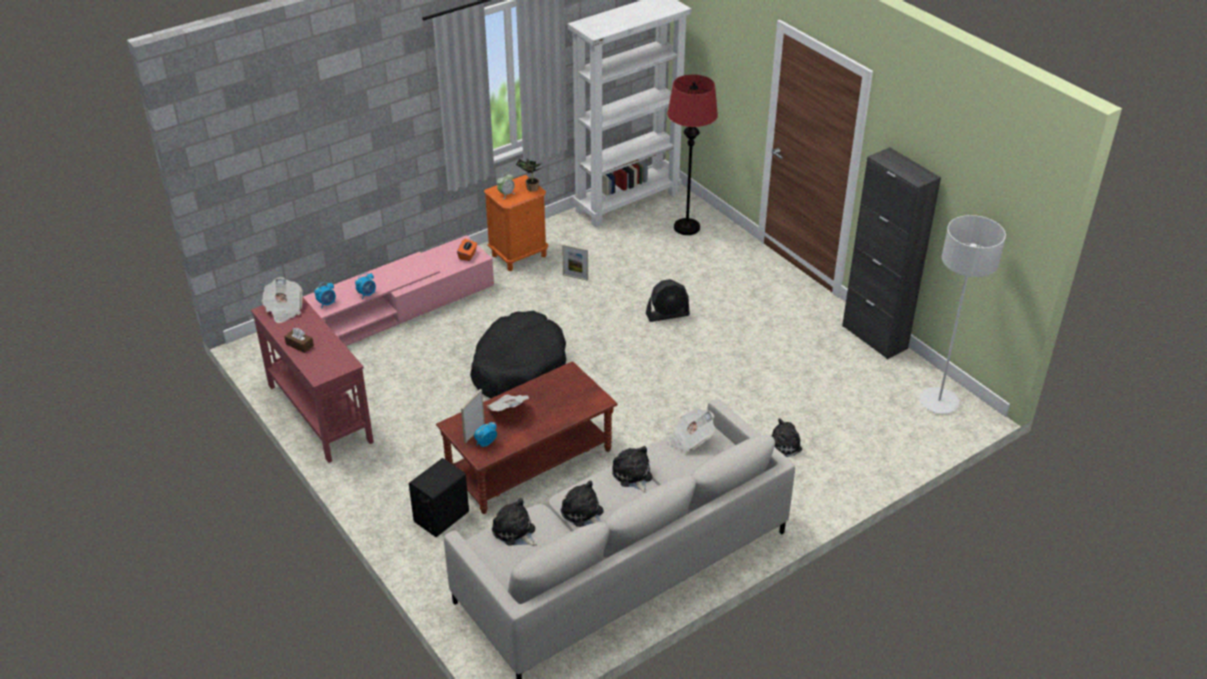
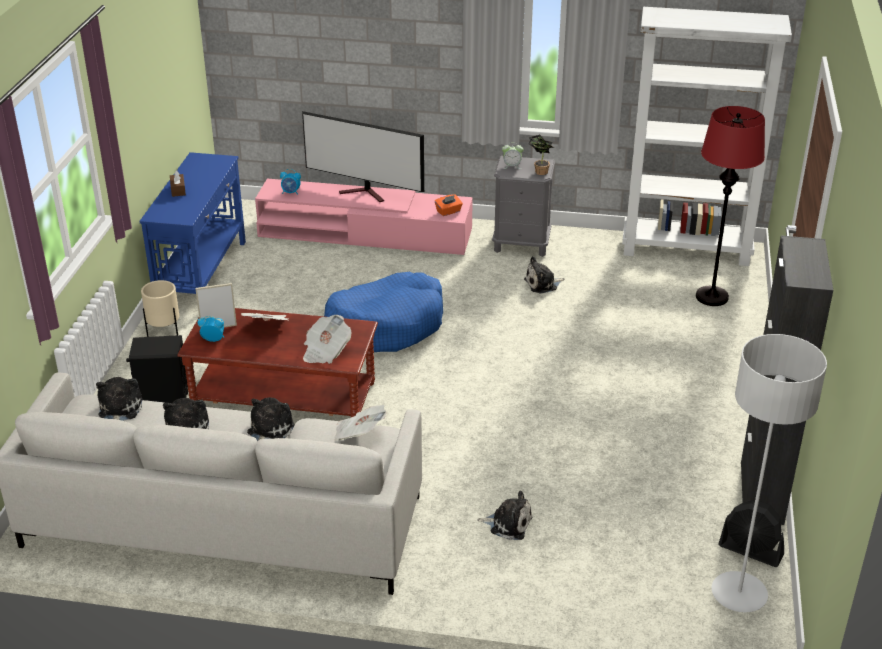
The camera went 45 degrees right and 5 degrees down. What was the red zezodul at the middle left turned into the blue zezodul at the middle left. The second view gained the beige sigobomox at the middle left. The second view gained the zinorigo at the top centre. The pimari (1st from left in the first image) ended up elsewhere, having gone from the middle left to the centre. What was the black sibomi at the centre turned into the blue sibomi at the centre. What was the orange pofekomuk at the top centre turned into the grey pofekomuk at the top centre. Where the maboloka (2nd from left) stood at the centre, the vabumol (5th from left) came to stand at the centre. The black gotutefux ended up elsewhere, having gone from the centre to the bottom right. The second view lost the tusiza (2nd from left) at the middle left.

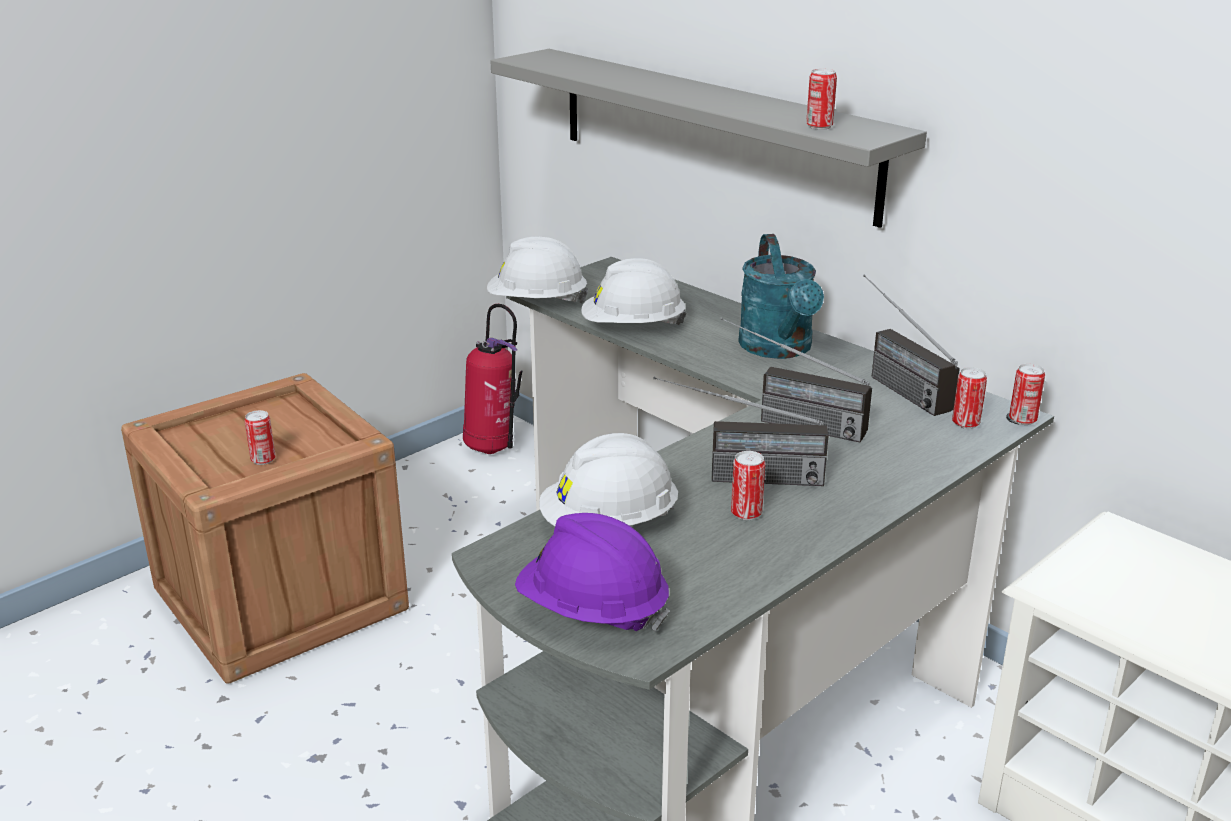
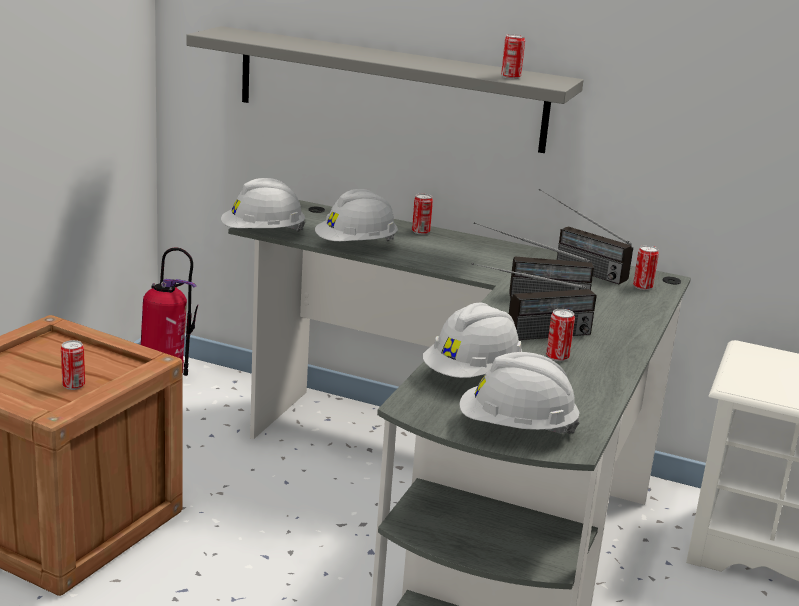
The camera went 25 degrees left and 5 degrees down. The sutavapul (5th from left in the first image) ended up elsewhere, having gone from the middle right to the centre. What was the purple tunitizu at the bottom centre turned into the white tunitizu (4th from left) at the centre. The second view lost the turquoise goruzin at the centre.

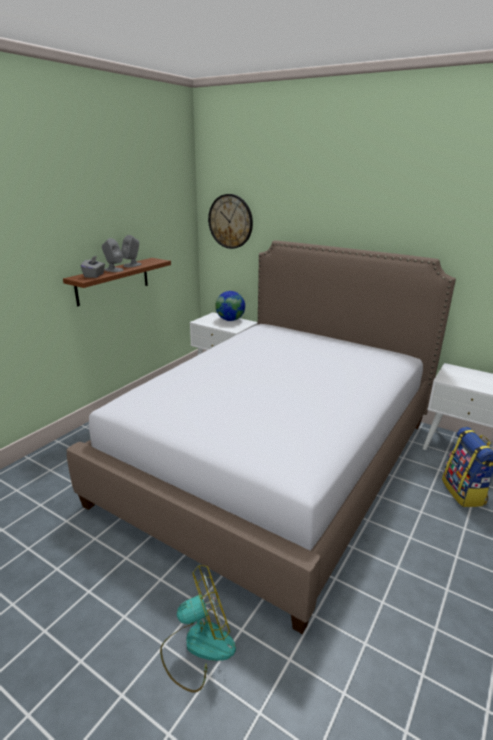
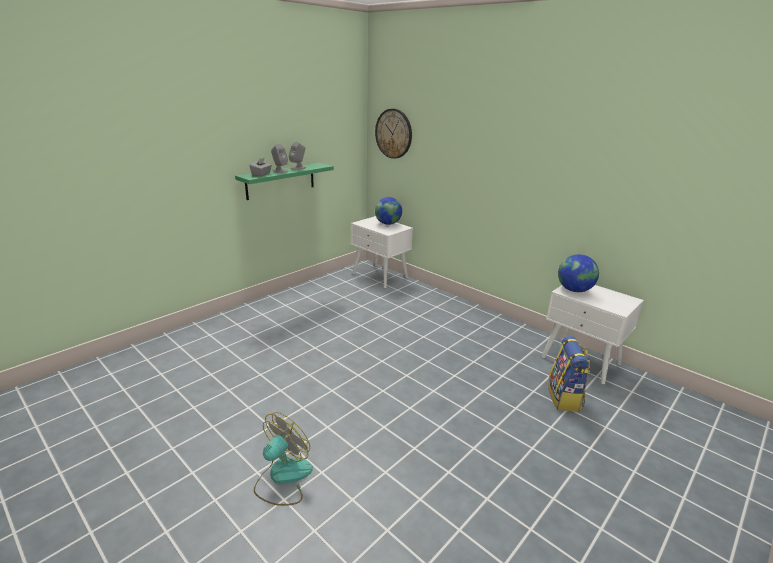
The camera went 10 degrees right and 0 degrees up. What was the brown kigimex at the middle left turned into the green kigimex at the top centre. The gotutefux at the bottom centre ended up facing another way, 45 degrees counterclockwise from before. The second view gained the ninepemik (2nd from left) at the middle right. The second view lost the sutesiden at the centre.

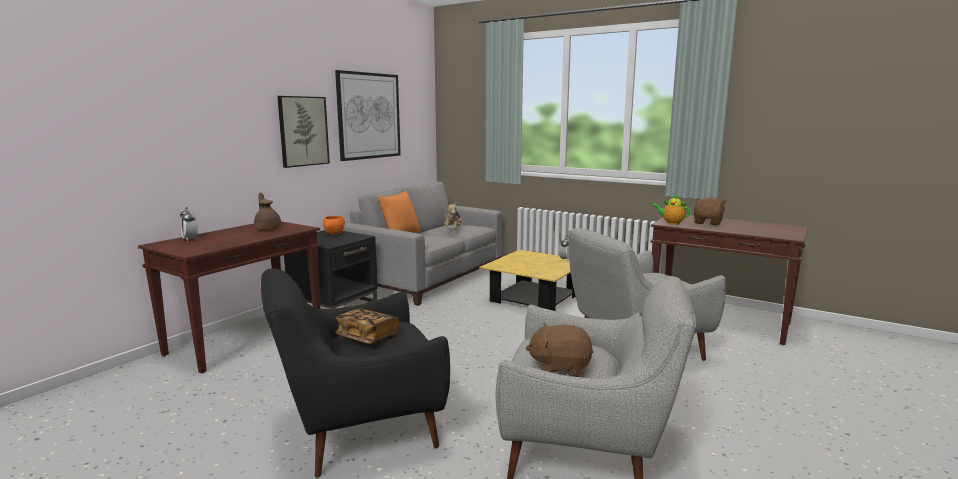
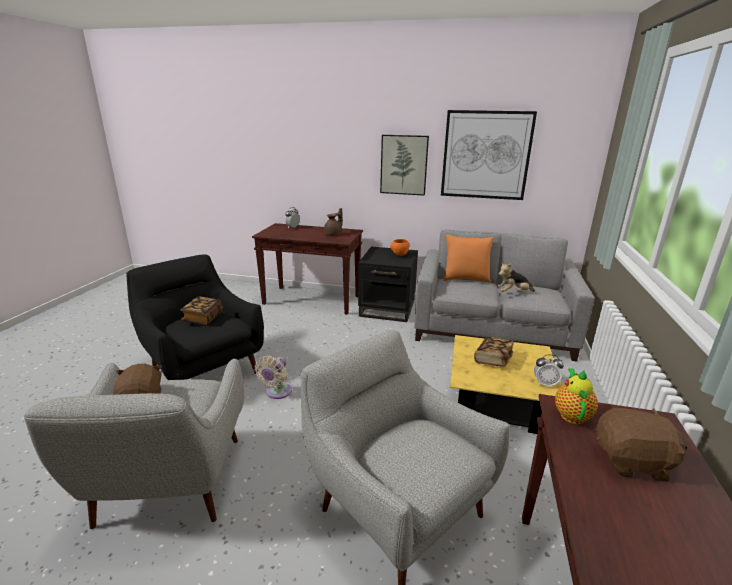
The camera went 70 degrees right and 10 degrees up. The second view gained the beige gotutefux at the centre. The second view gained the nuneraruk (2nd from left) at the middle right.

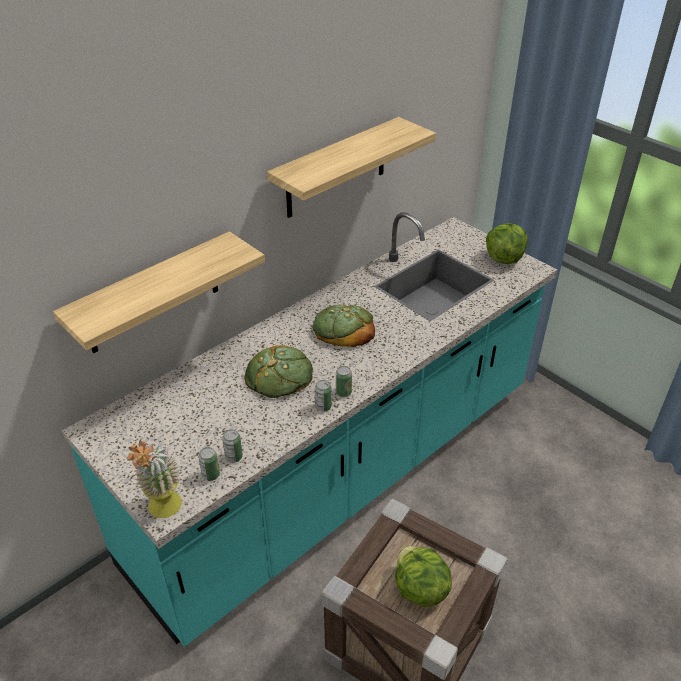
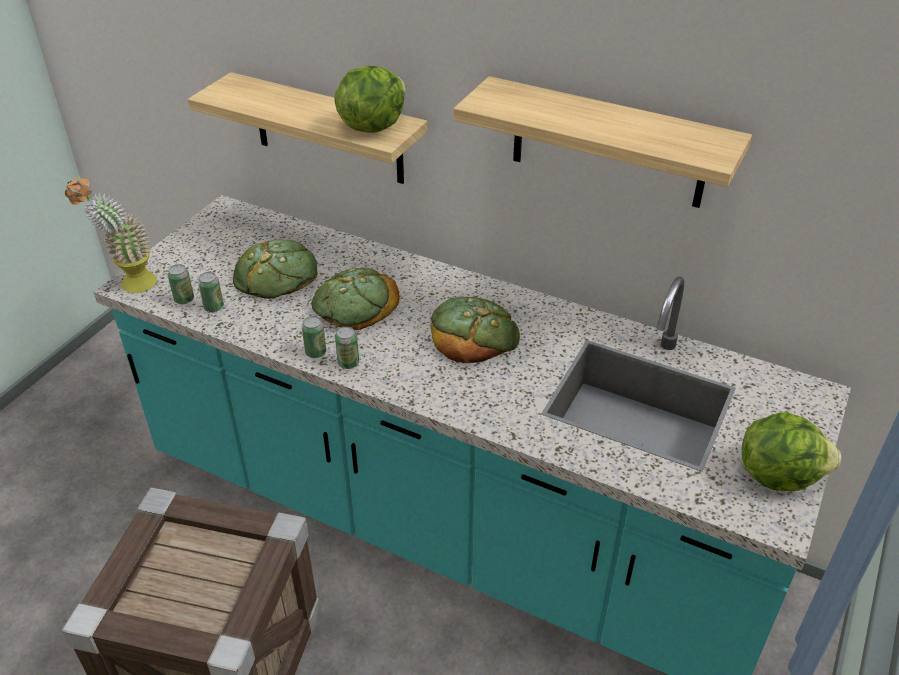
The camera went 70 degrees right and 0 degrees up. The second view gained the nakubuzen (1st from left) at the middle left. The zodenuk (1st from left) ended up elsewhere, having gone from the bottom centre to the top centre.

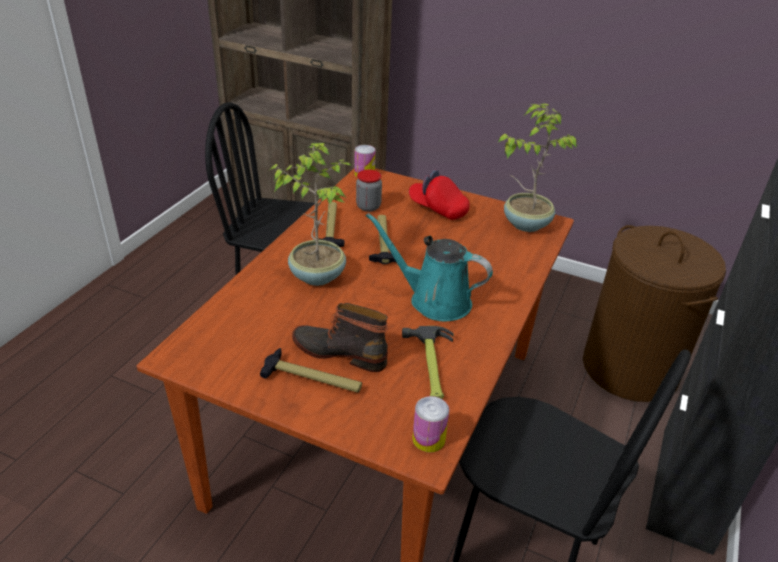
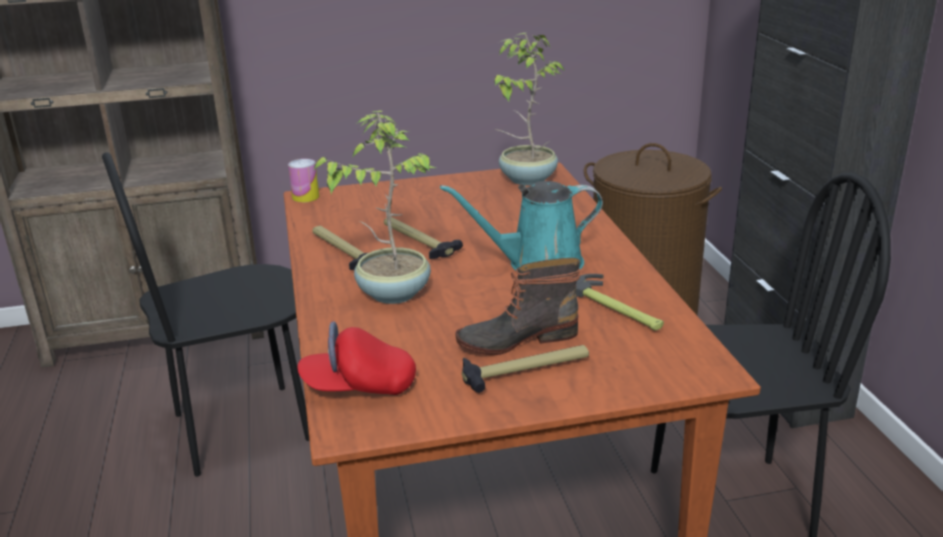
The camera went 35 degrees left and 10 degrees down. The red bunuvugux ended up elsewhere, having gone from the centre to the bottom centre. The second view lost the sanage at the centre. The second view lost the sutavapul (2nd from left) at the bottom centre.

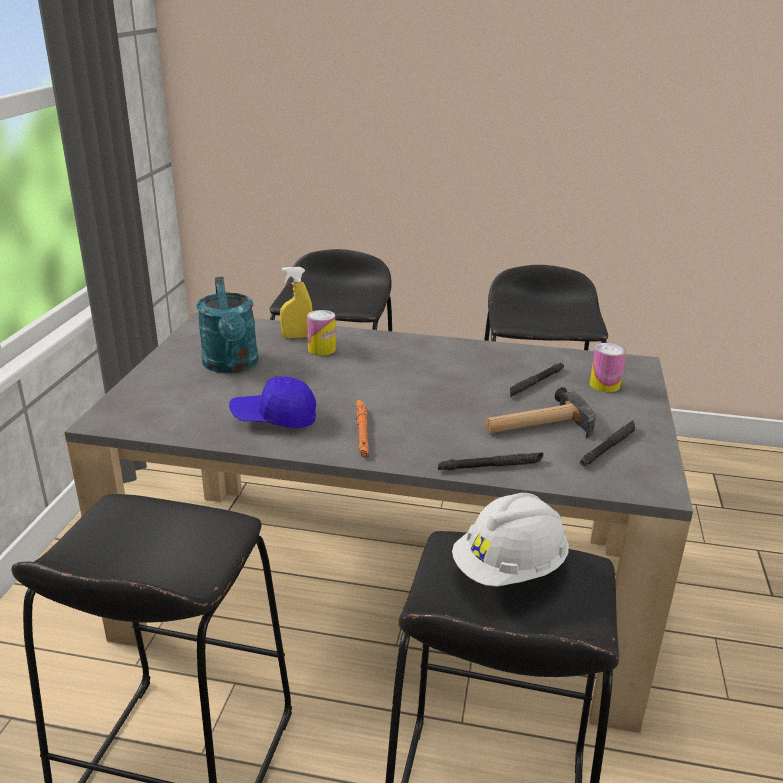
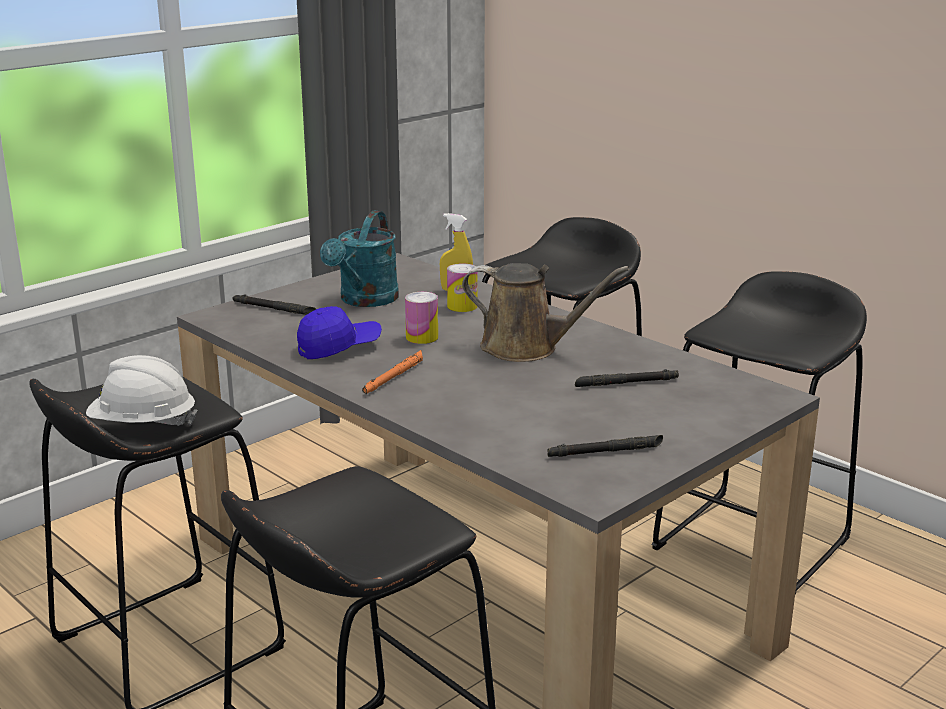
The camera went 35 degrees right and 5 degrees down. The white tunitizu ended up elsewhere, having gone from the bottom centre to the middle left. The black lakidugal (1st from left) ended up elsewhere, having gone from the centre to the middle left. The blue bunuvugux at the centre ended up facing another way, 120 degrees clockwise from before. The sutavapul (2nd from left in the first image) ended up elsewhere, having gone from the middle right to the centre. The second view gained the brown goruzin at the centre. The second view lost the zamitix at the middle right.

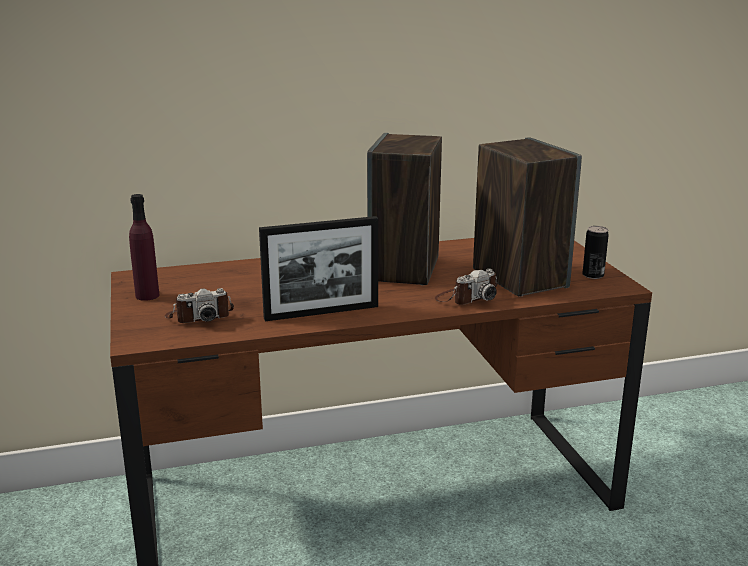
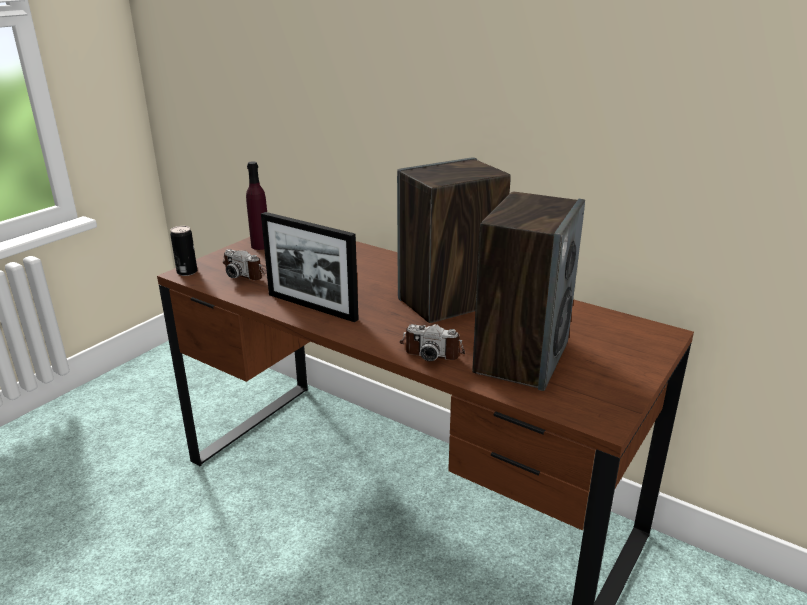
The camera went 50 degrees right and 5 degrees up. The sutavapul ended up elsewhere, having gone from the middle right to the middle left.

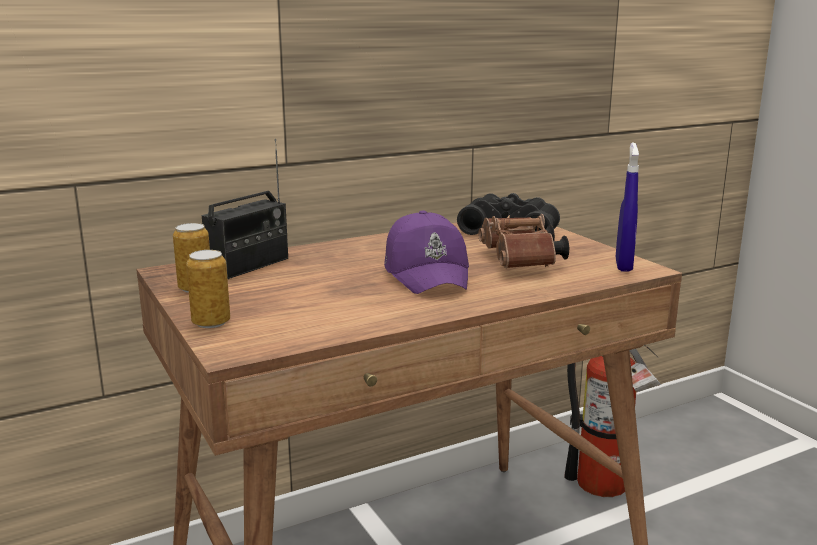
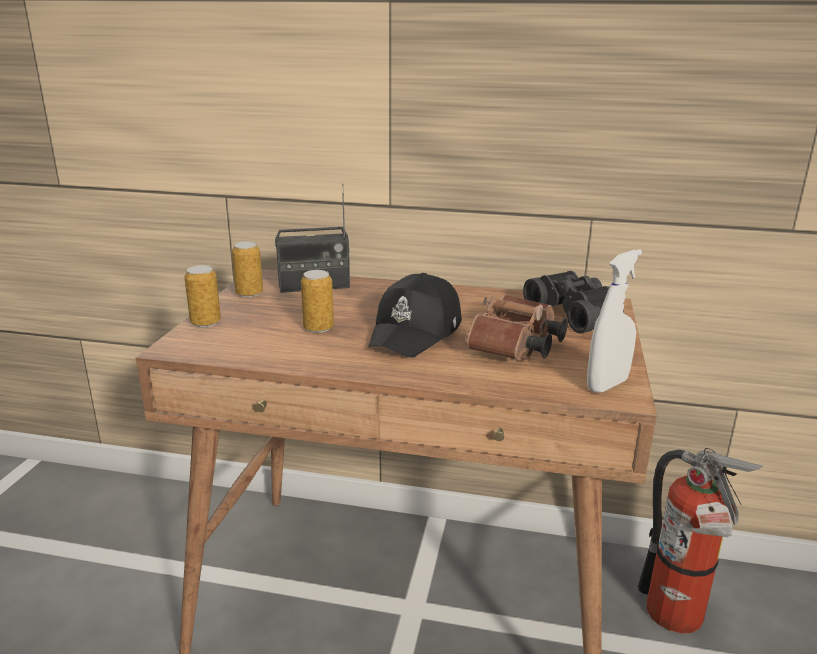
The camera went 40 degrees right and 5 degrees up. The second view gained the sutavapul (3rd from left) at the centre. What was the purple bunuvugux at the centre turned into the black bunuvugux at the centre. What was the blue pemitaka at the middle right turned into the white pemitaka at the middle right.

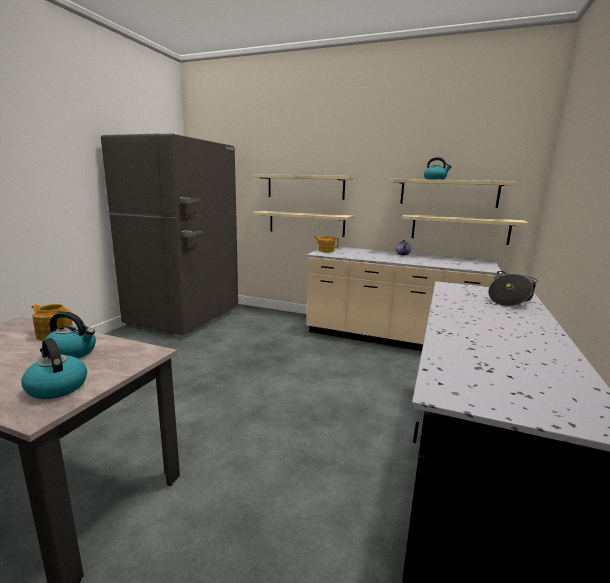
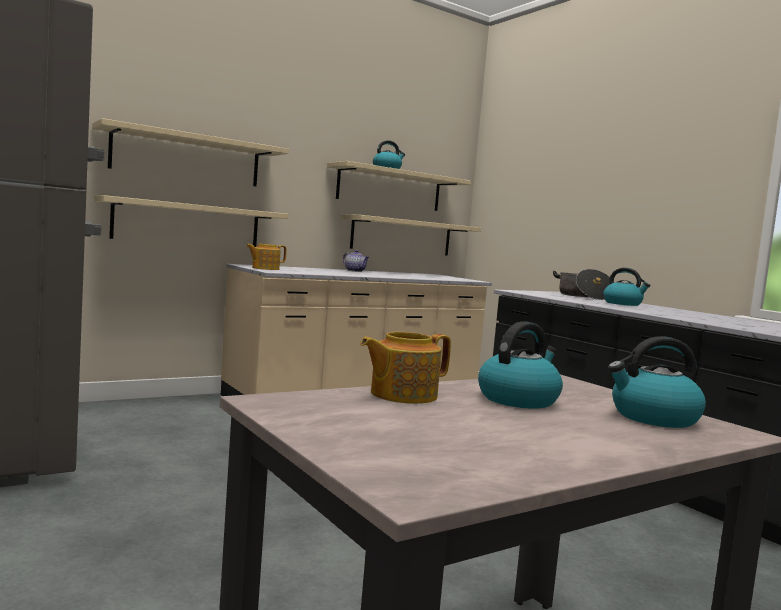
The camera went 55 degrees left and 10 degrees down. The second view gained the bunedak (3rd from left) at the middle right.

